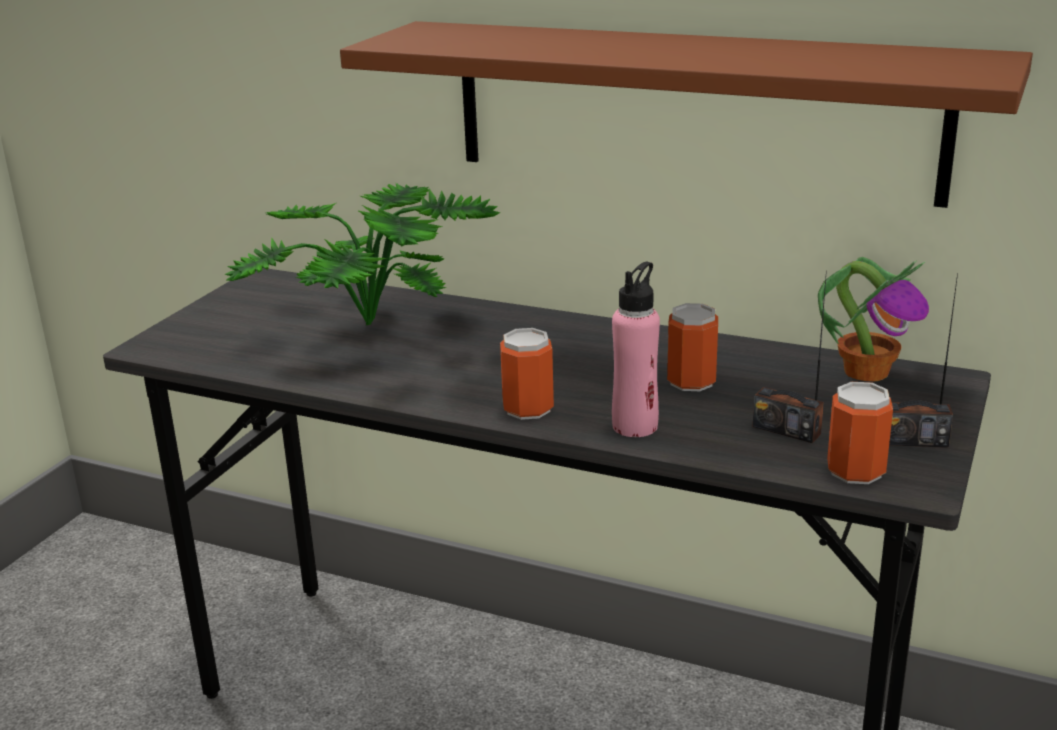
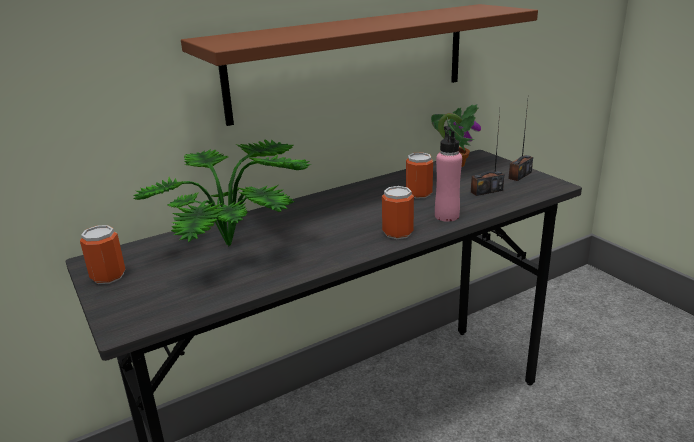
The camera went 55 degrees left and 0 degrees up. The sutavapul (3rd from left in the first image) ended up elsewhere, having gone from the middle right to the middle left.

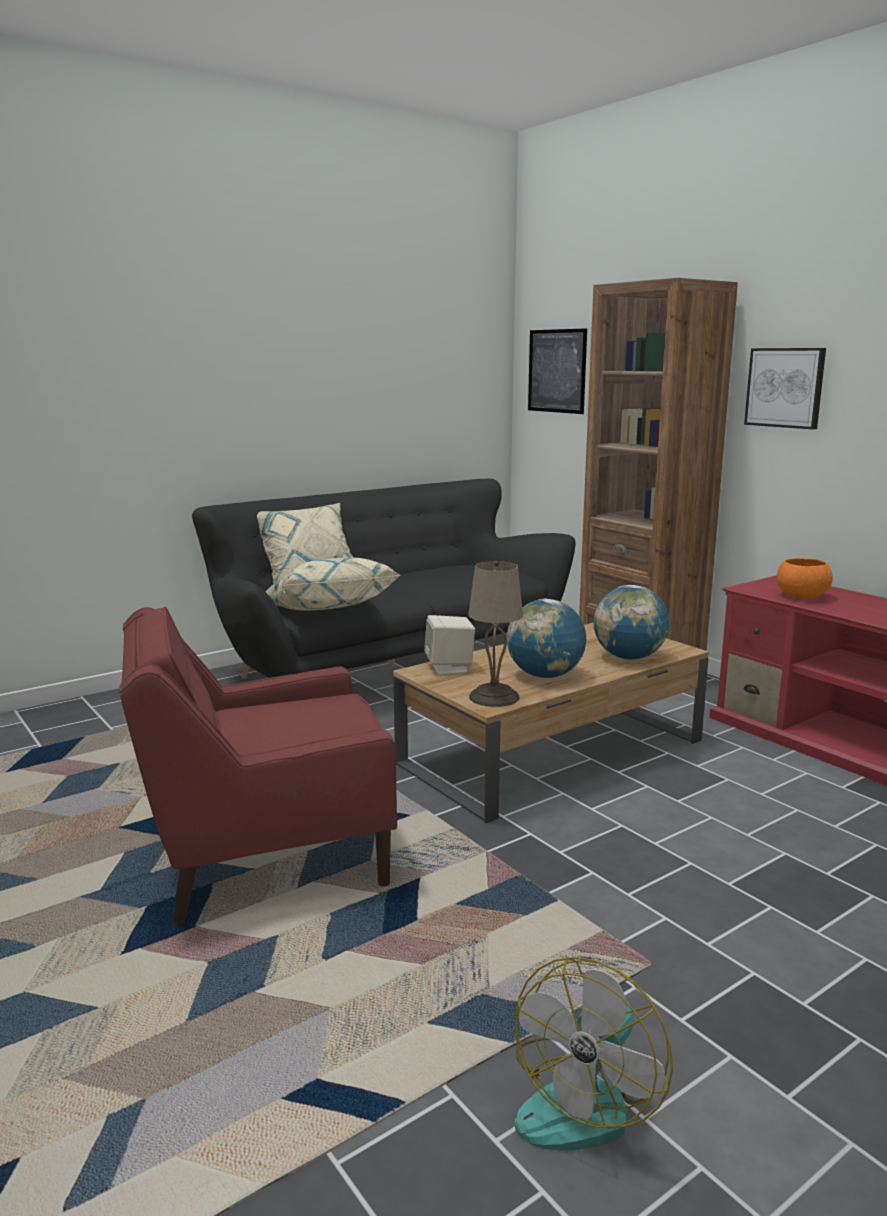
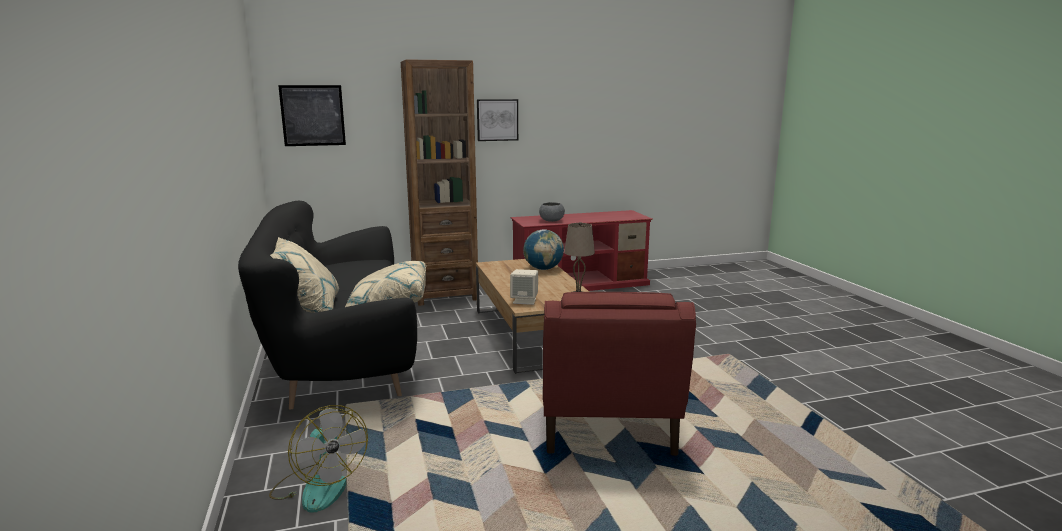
The camera went 70 degrees left and 0 degrees up. The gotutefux ended up elsewhere, having gone from the bottom right to the bottom left. What was the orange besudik at the middle right turned into the grey besudik at the centre. The second view lost the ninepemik (1st from left) at the centre.

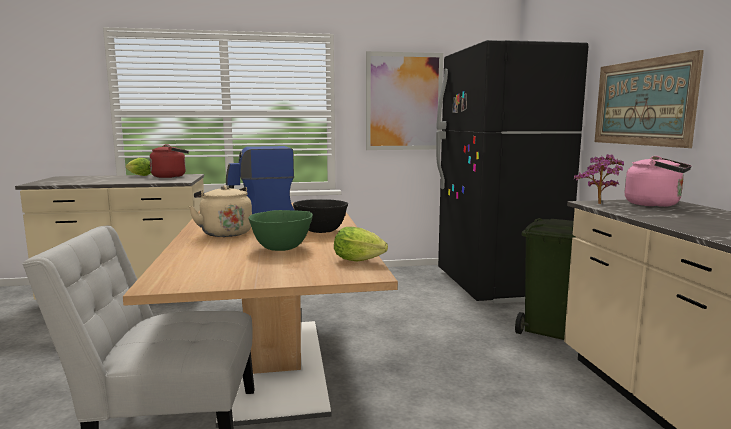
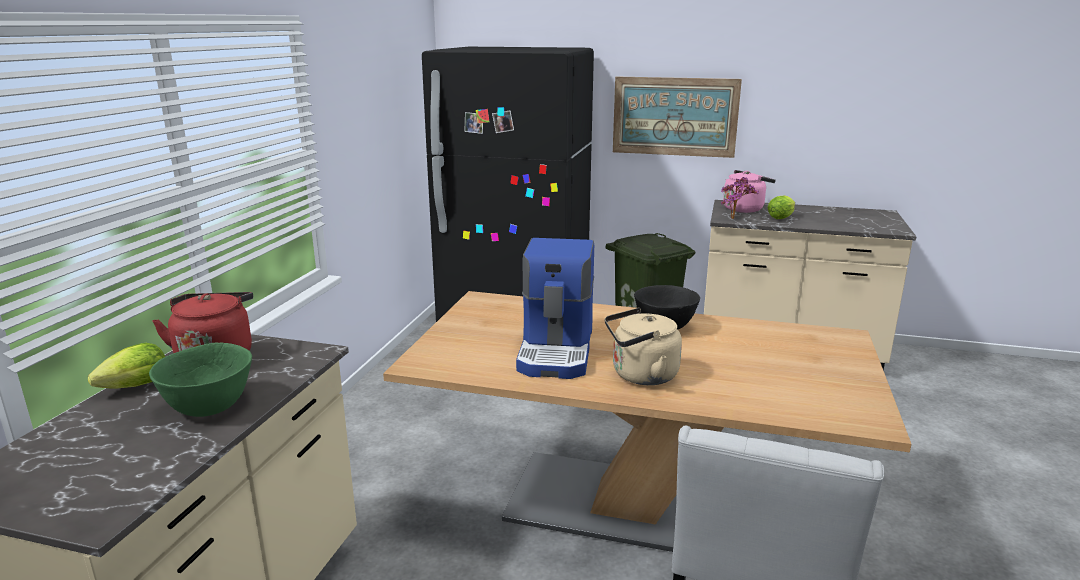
The camera went 65 degrees left and 10 degrees up. The green besudik ended up elsewhere, having gone from the centre to the middle left. The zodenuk (2nd from left) ended up elsewhere, having gone from the centre to the middle right. The second view lost the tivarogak (1st from left) at the top centre.

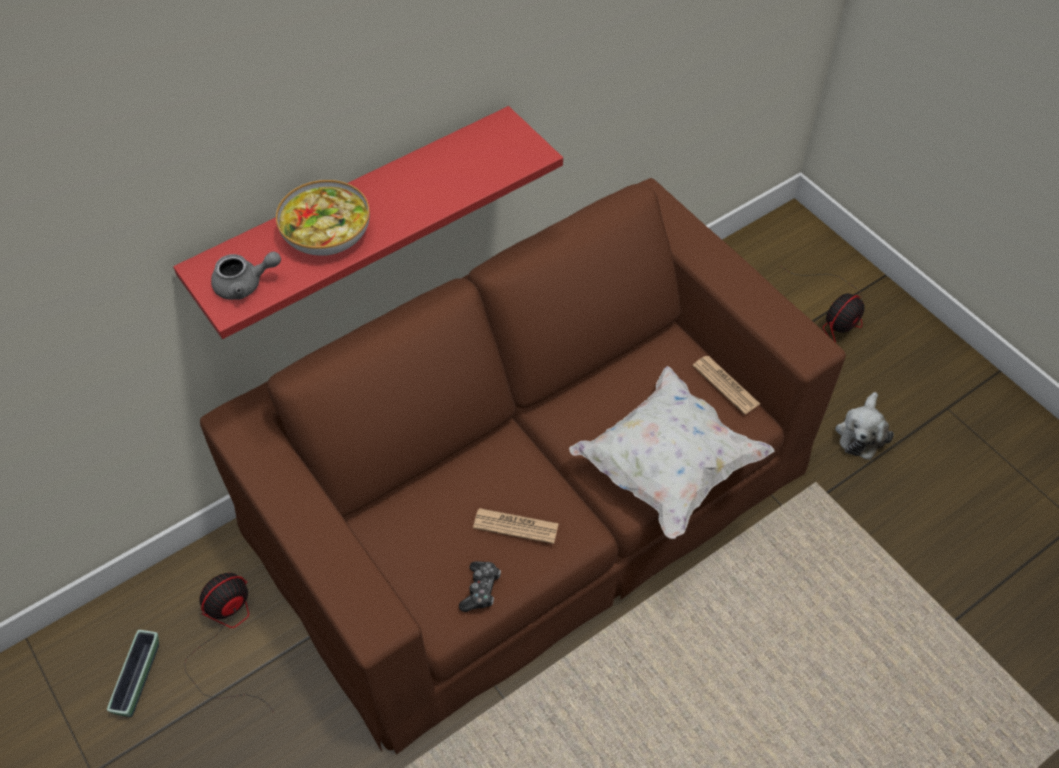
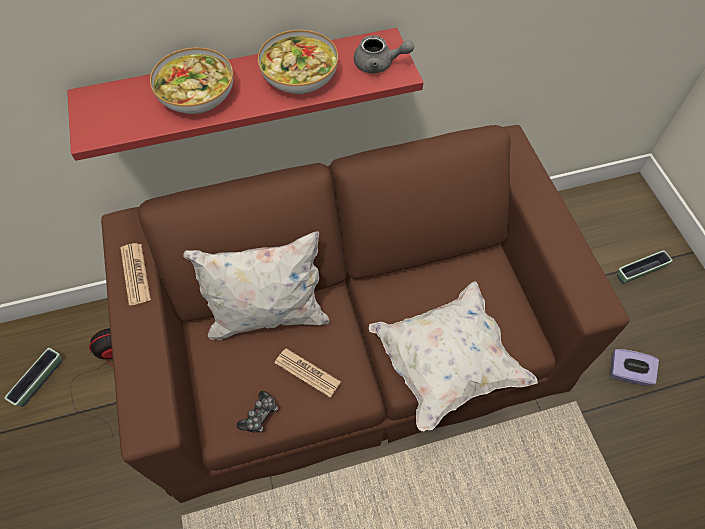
The camera went 20 degrees right and 5 degrees up. The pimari (2nd from left in the first image) ended up elsewhere, having gone from the middle right to the middle left. The second view gained the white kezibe (1st from left) at the centre. The second view gained the besudik (2nd from left) at the top centre. The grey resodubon ended up elsewhere, having gone from the middle left to the top centre. Where the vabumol stood at the middle right, the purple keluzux came to stand at the bottom right. Where the gotutefux (2nd from left) stood at the middle right, the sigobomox (2nd from left) came to stand at the middle right.

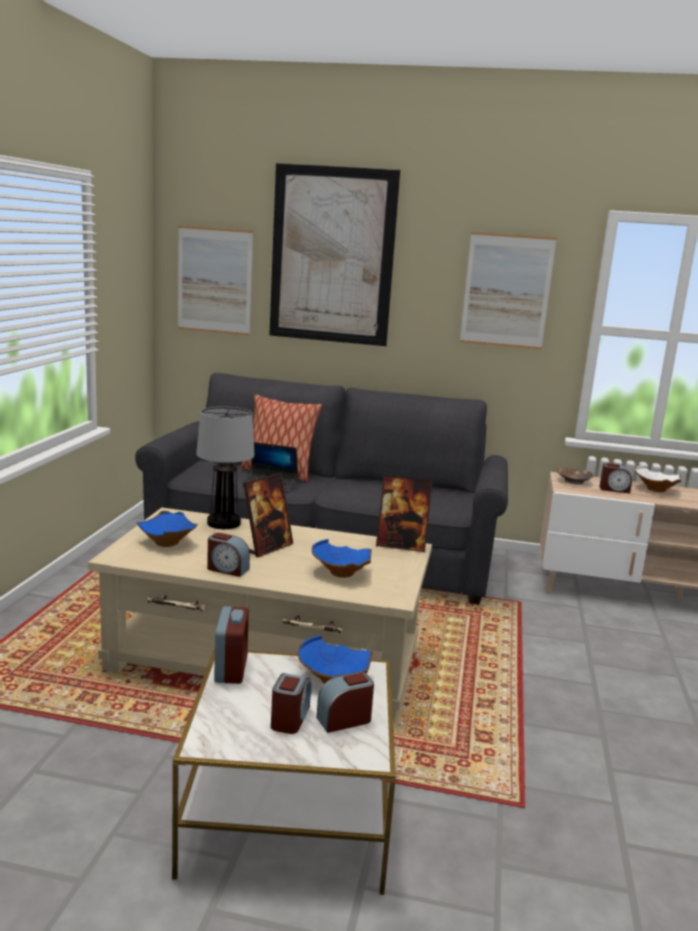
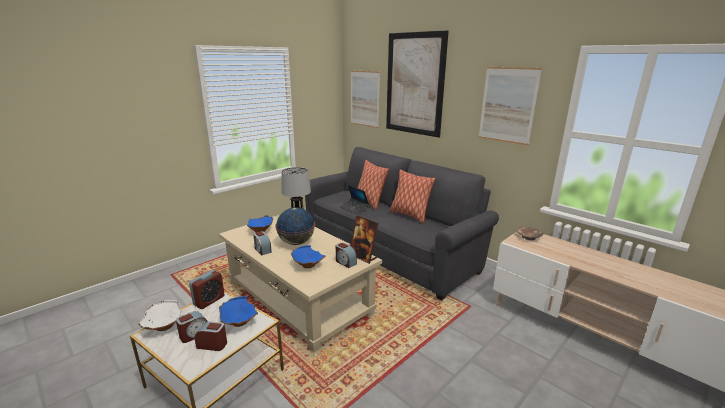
The camera went 35 degrees right and 5 degrees up. The white besudik ended up elsewhere, having gone from the middle right to the bottom left. Where the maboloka (1st from left) stood at the centre, the ninepemik came to stand at the centre. The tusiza (5th from left) ended up elsewhere, having gone from the middle right to the centre. The second view gained the kezibe (2nd from left) at the centre.

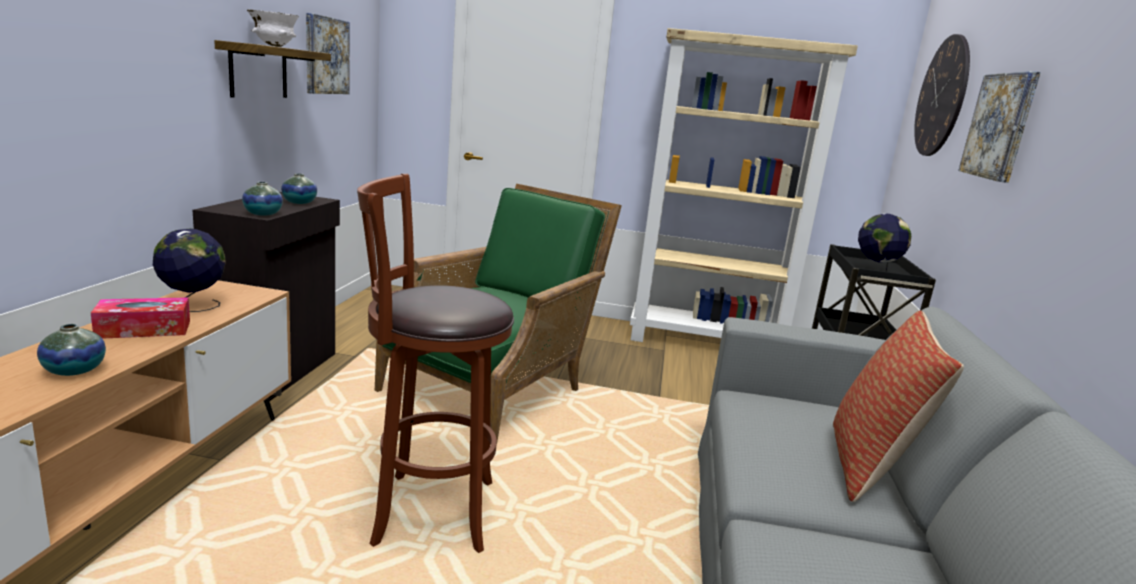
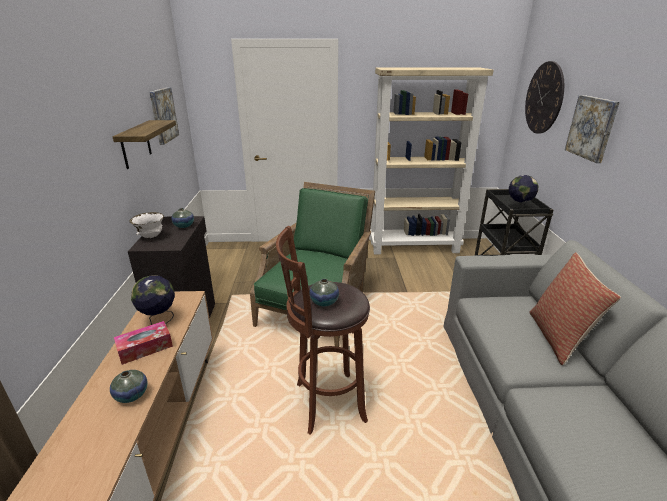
The camera went 10 degrees left and 10 degrees up. The white besudik ended up elsewhere, having gone from the top left to the middle left. The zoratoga (2nd from left in the first image) ended up elsewhere, having gone from the middle left to the centre.

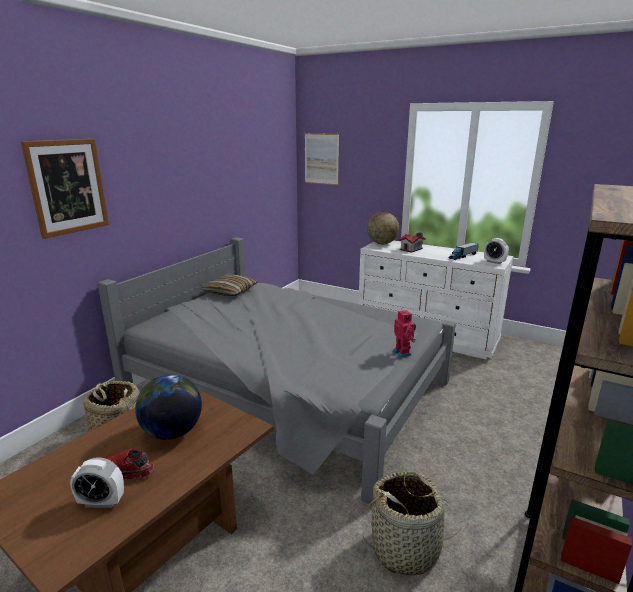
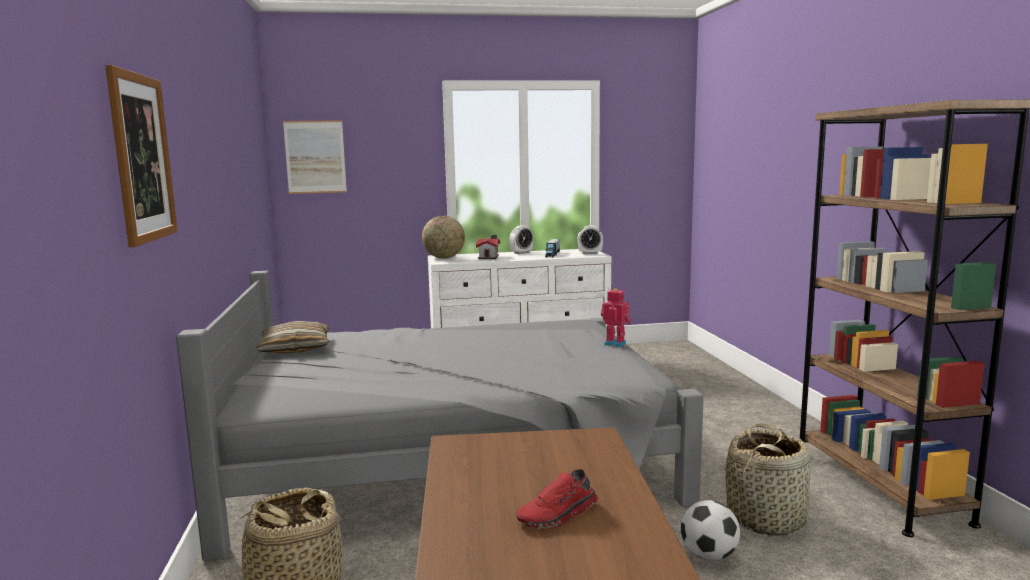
The camera went 40 degrees left and 10 degrees down. The tusiza (1st from left) ended up elsewhere, having gone from the bottom left to the centre. The second view gained the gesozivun at the bottom right. The second view lost the ninepemik (1st from left) at the bottom left.

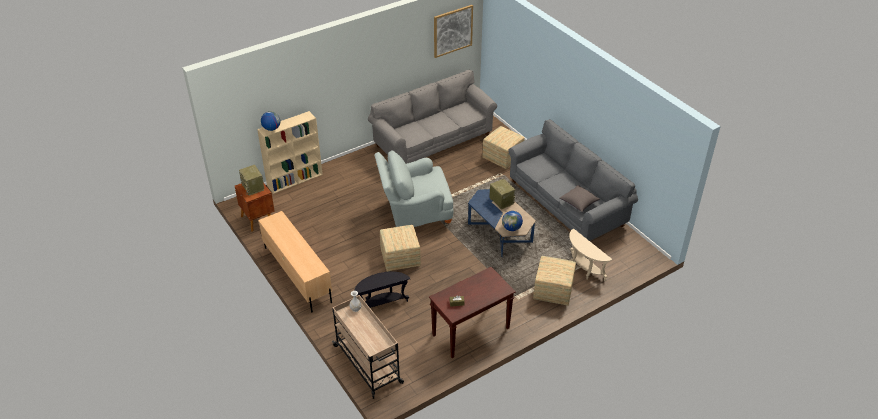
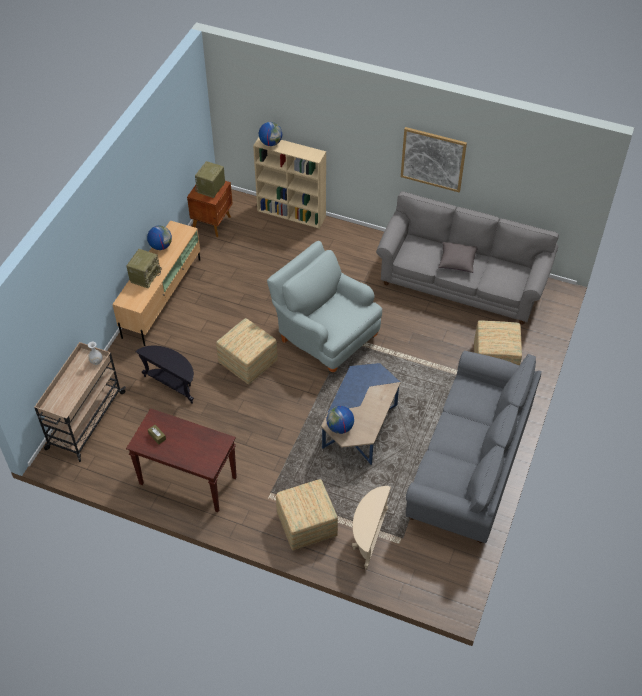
The camera went 55 degrees right and 10 degrees up. The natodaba (2nd from left in the first image) ended up elsewhere, having gone from the centre to the middle left. The second view gained the ninepemik (1st from left) at the middle left. The tivarogak ended up elsewhere, having gone from the top centre to the top right. The grey kezibe ended up elsewhere, having gone from the centre to the middle right.

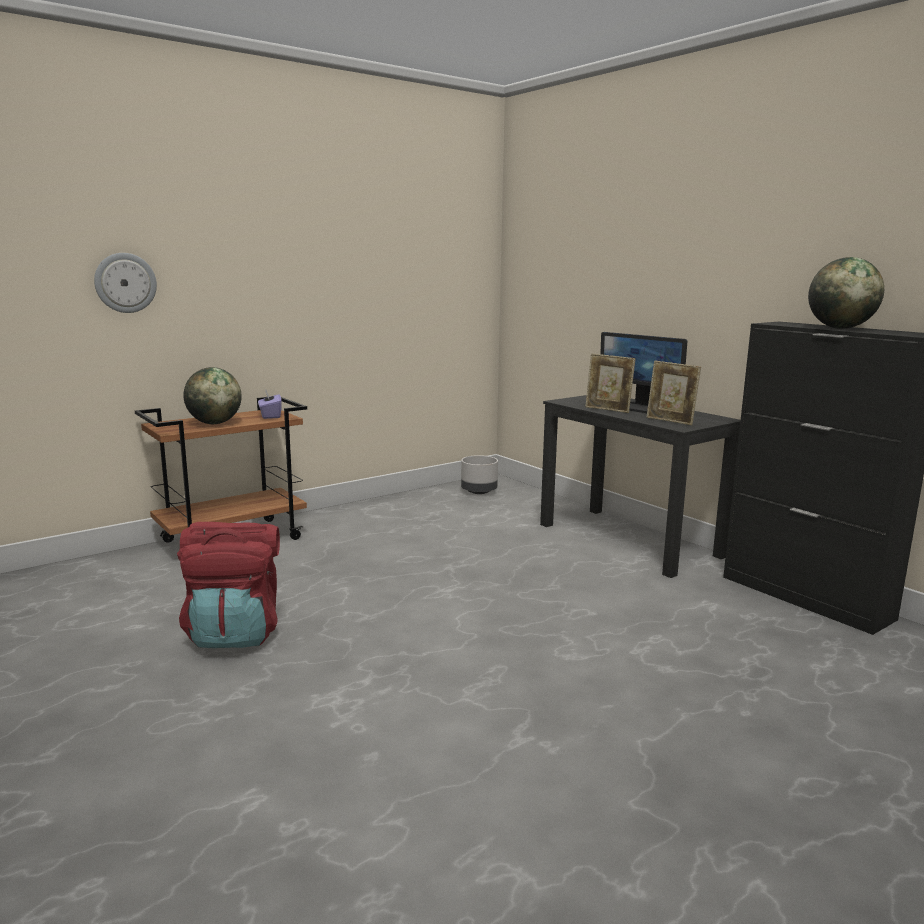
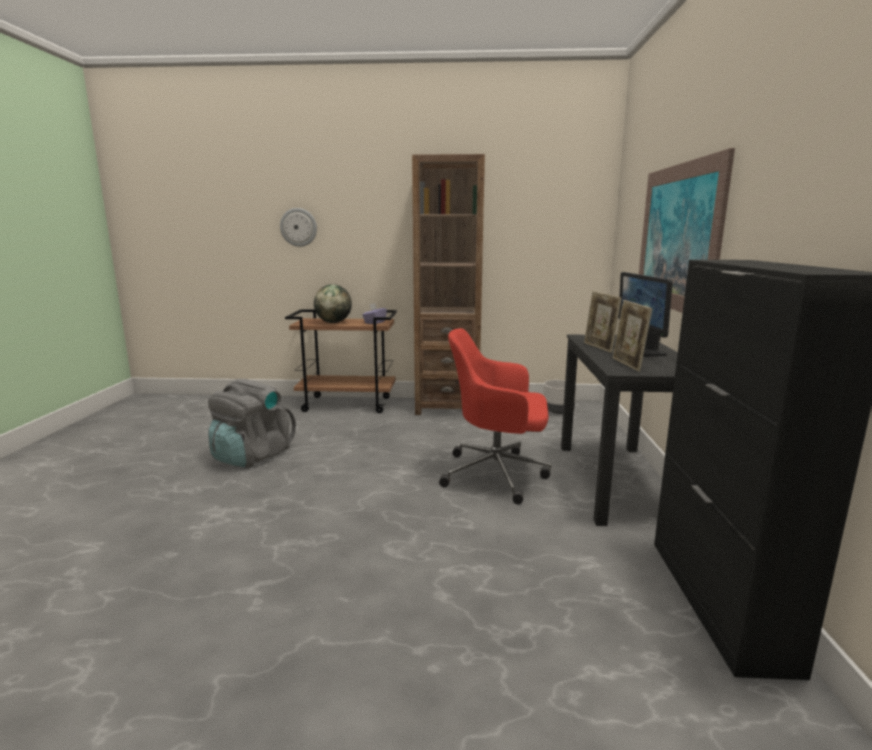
The camera went 40 degrees right and 0 degrees up. What was the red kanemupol at the middle left turned into the grey kanemupol at the middle left. The second view gained the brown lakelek at the centre. The second view gained the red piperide at the centre. The second view gained the tivarogak at the top right. The second view lost the ninepemik (2nd from left) at the top right.

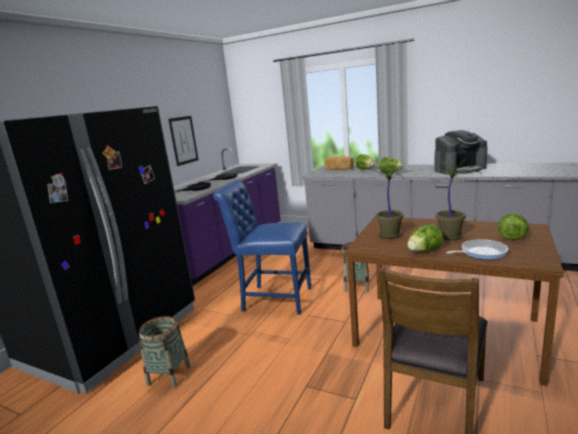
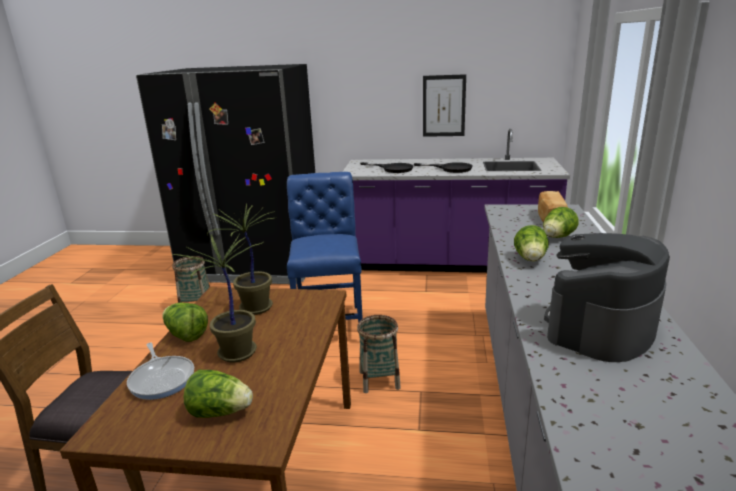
The camera went 70 degrees right and 5 degrees up. The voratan at the middle right ended up facing another way, 75 degrees clockwise from before.

